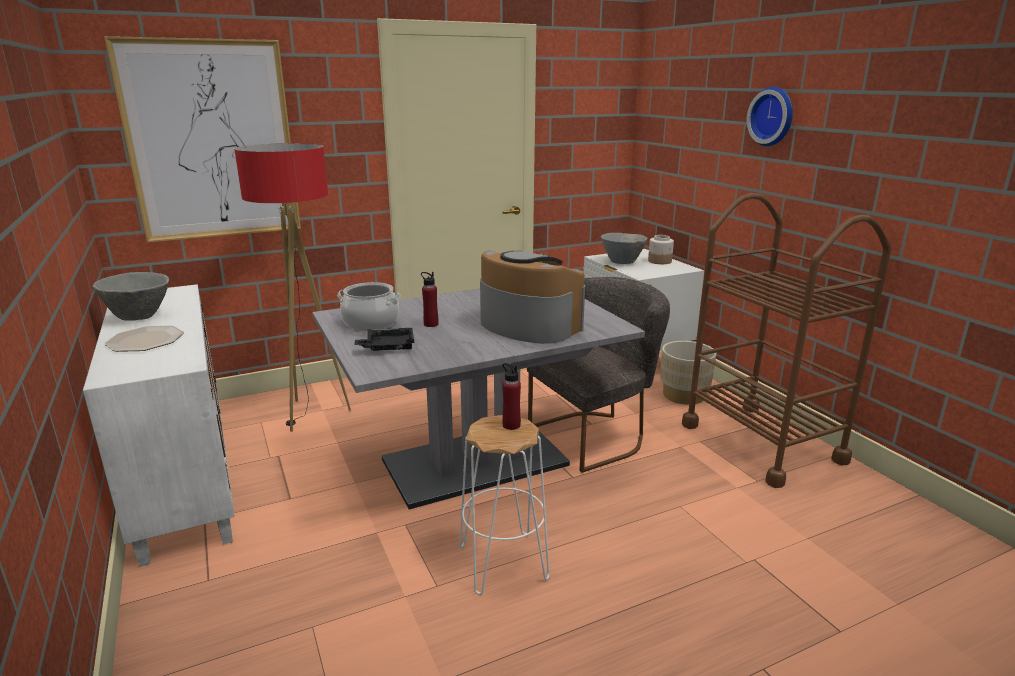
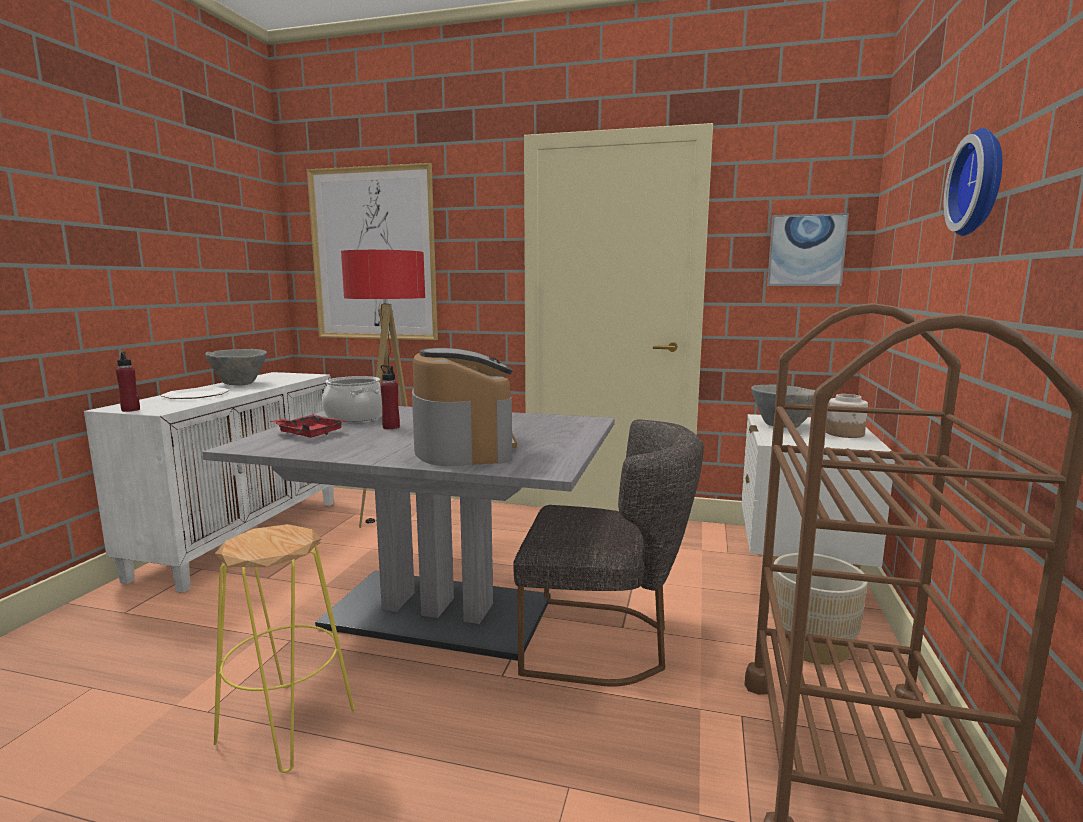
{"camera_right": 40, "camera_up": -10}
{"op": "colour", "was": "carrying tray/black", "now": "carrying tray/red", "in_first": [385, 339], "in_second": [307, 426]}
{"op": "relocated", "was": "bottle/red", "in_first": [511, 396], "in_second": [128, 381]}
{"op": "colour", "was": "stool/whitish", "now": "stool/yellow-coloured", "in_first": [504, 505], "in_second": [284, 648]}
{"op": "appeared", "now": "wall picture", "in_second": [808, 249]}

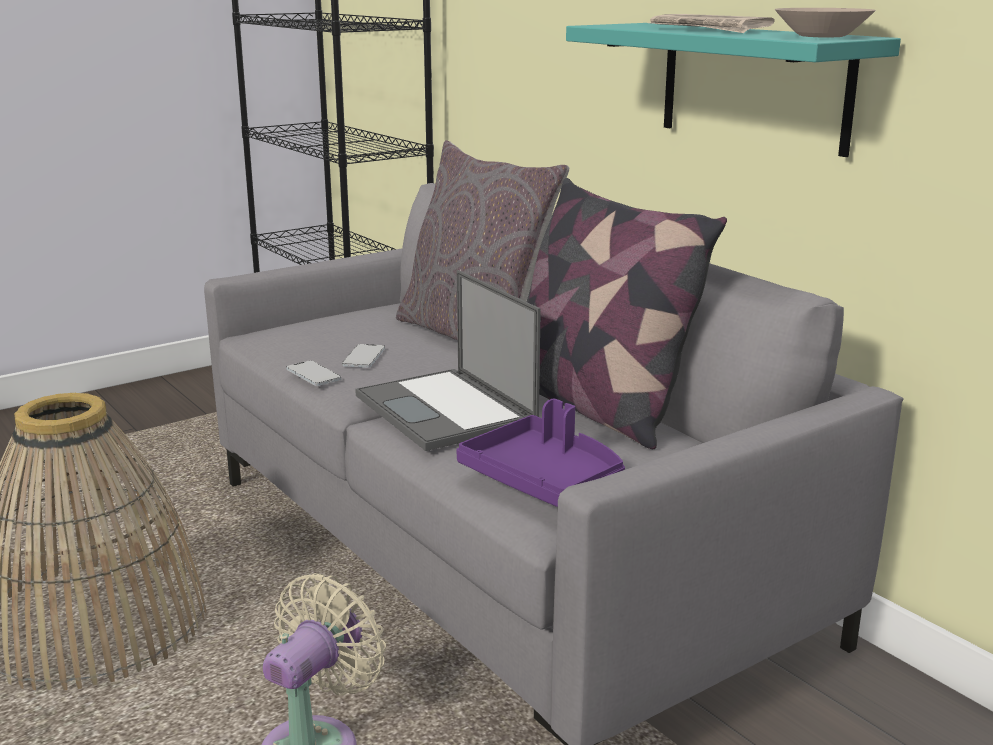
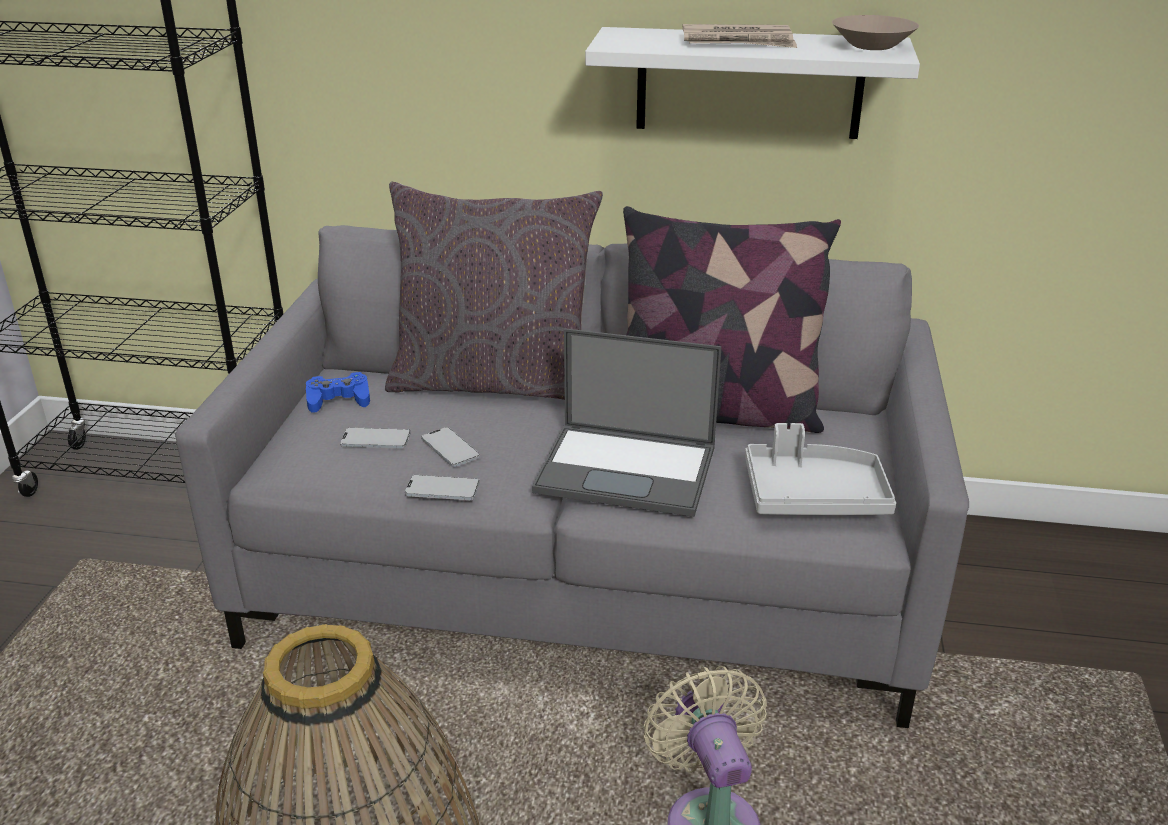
{"camera_right": -45, "camera_up": 10}
{"op": "colour", "was": "shelf/turquoise", "now": "shelf/whitish", "in_first": [733, 90], "in_second": [752, 83]}
{"op": "colour", "was": "carrying tray/purplish", "now": "carrying tray/grey", "in_first": [540, 453], "in_second": [820, 469]}
{"op": "appeared", "now": "joypad/blue-coloured", "in_second": [338, 392]}
{"op": "appeared", "now": "handset", "in_second": [375, 438]}

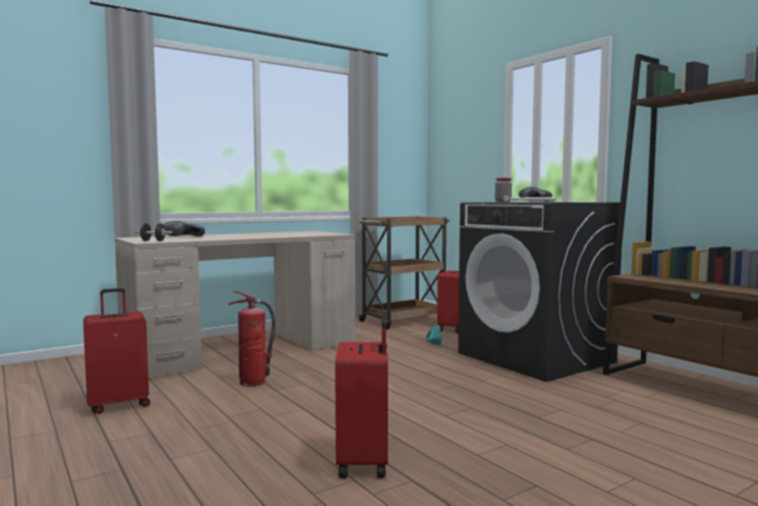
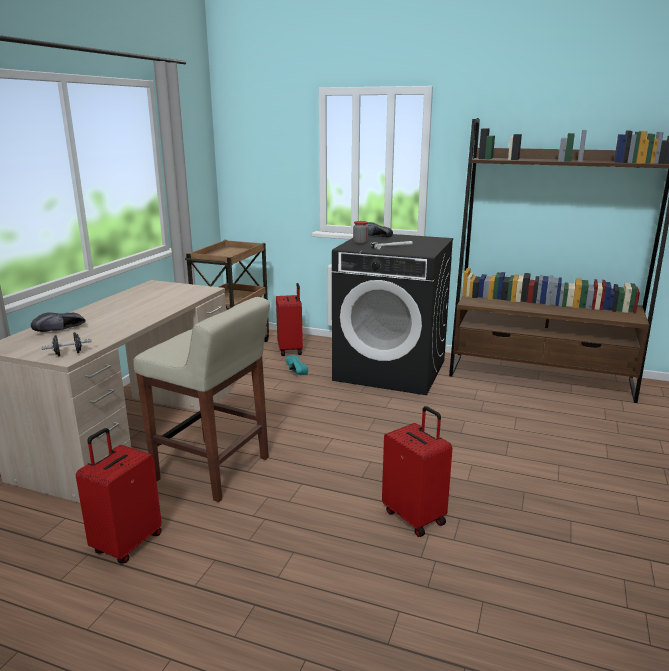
{"camera_right": -35, "camera_up": 15}
{"op": "exchanged", "was": "fire extinguisher", "now": "stool/sand-coloured", "in_first": [252, 339], "in_second": [201, 399]}

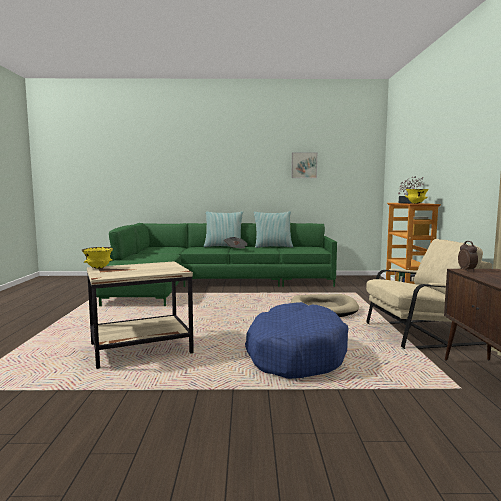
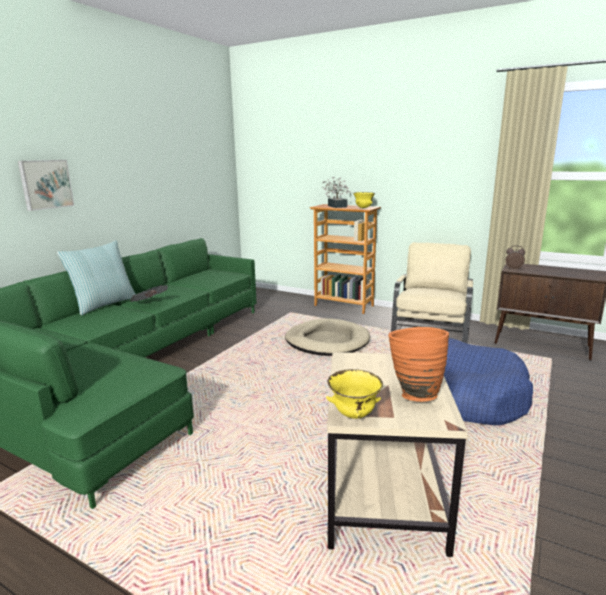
{"camera_right": -60, "camera_up": 10}
{"op": "relocated", "was": "wall picture", "in_first": [304, 165], "in_second": [46, 185]}
{"op": "missing", "was": "pillow", "in_first": [273, 229]}
{"op": "appeared", "now": "vase/orangey", "in_second": [418, 364]}

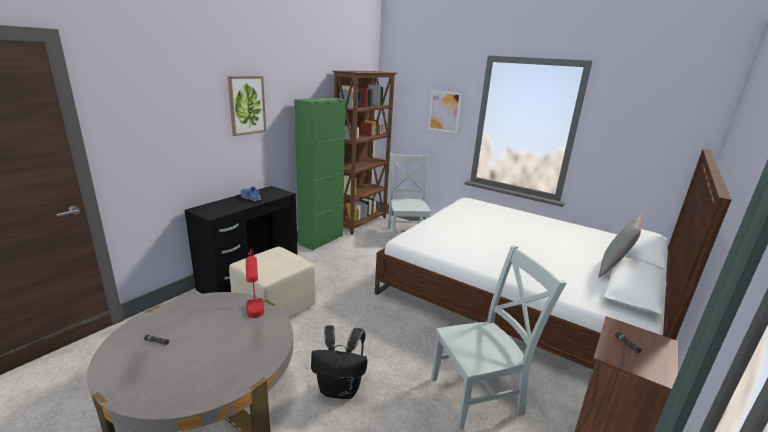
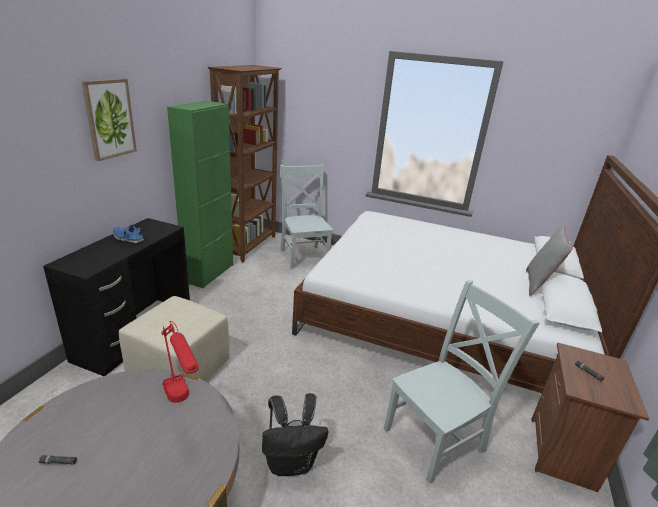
{"camera_right": -15, "camera_up": 5}
{"op": "missing", "was": "wall picture", "in_first": [445, 111]}

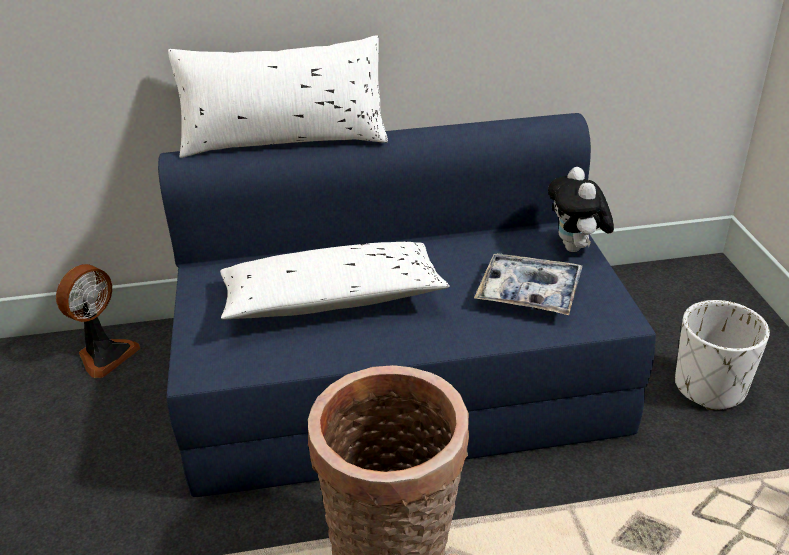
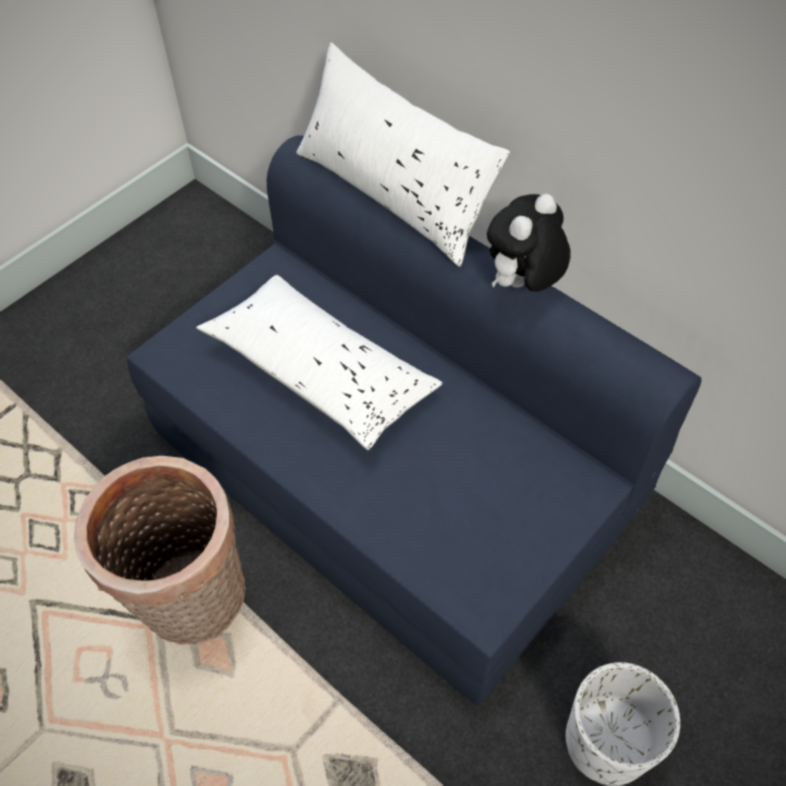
{"camera_right": 50, "camera_up": 20}
{"op": "relocated", "was": "plush toy", "in_first": [581, 209], "in_second": [528, 243]}
{"op": "missing", "was": "carrying tray", "in_first": [528, 284]}
{"op": "missing", "was": "fan", "in_first": [98, 321]}

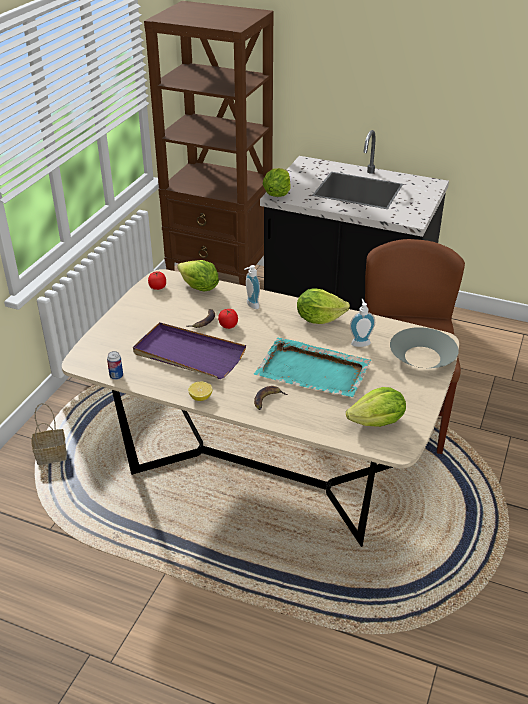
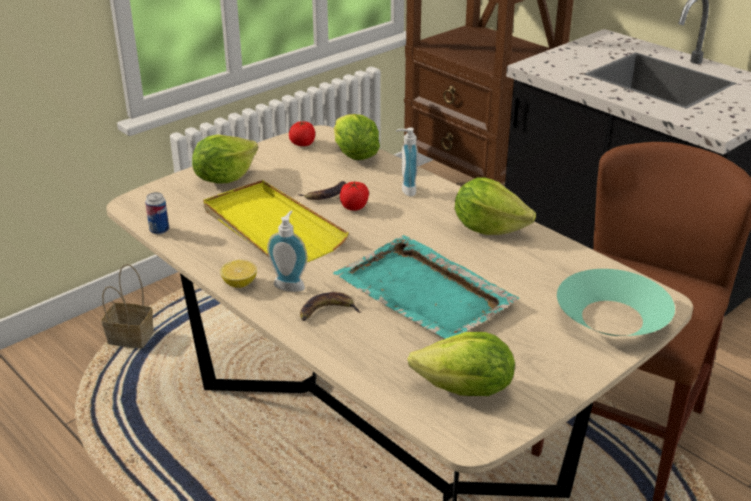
{"camera_right": 25, "camera_up": -5}
{"op": "relocated", "was": "lettuce", "in_first": [276, 182], "in_second": [225, 159]}
{"op": "relocated", "was": "liquid soap bottle", "in_first": [362, 323], "in_second": [287, 251]}
{"op": "colour", "was": "carrying tray/purplish", "now": "carrying tray/yellow-coloured", "in_first": [189, 350], "in_second": [276, 221]}
{"op": "colour", "was": "serving bowl/grey", "now": "serving bowl/turquoise", "in_first": [424, 347], "in_second": [616, 302]}

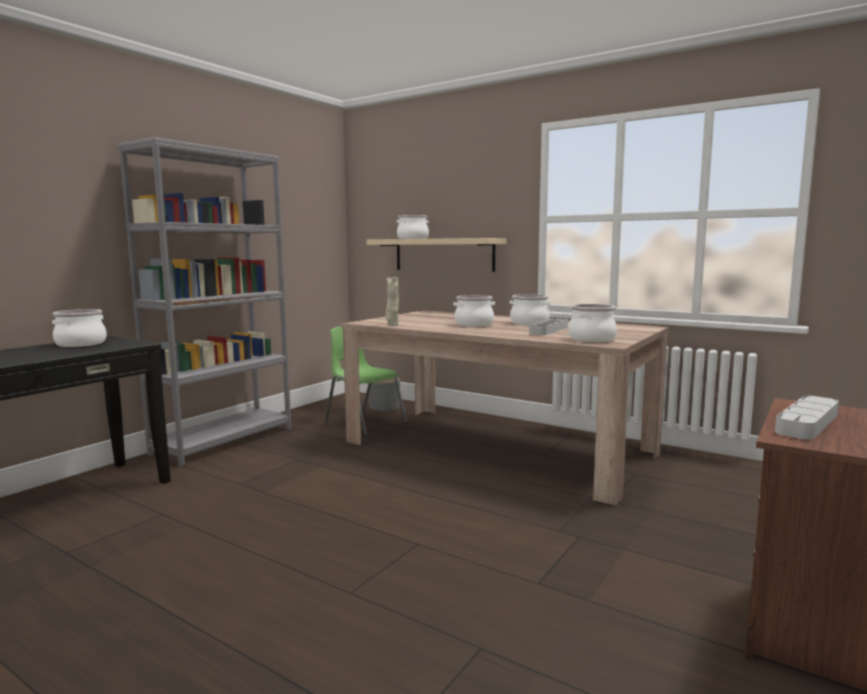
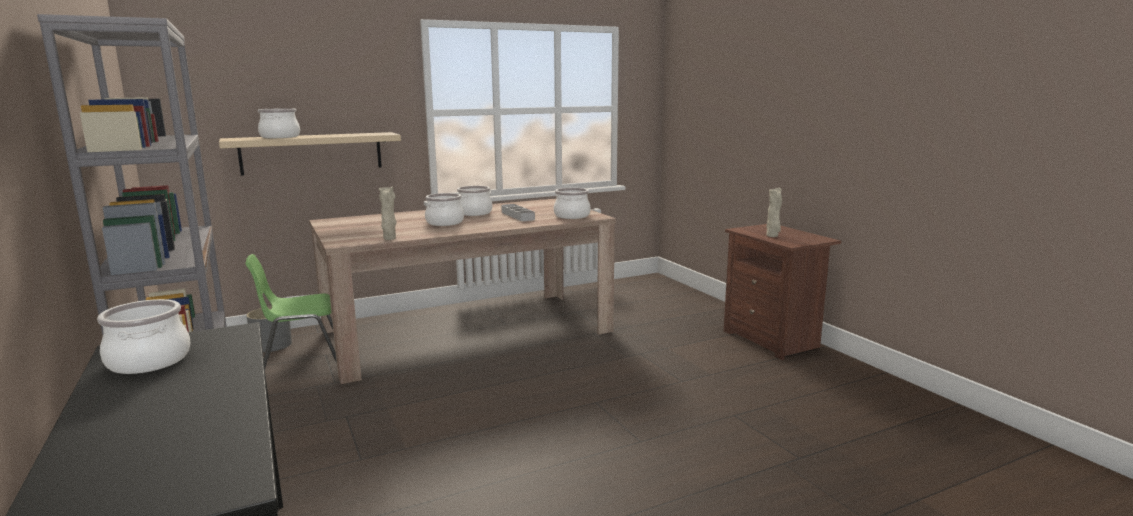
{"camera_right": -60, "camera_up": 5}
{"op": "exchanged", "was": "carrying tray/grey", "now": "vase/sand-coloured", "in_first": [807, 418], "in_second": [774, 212]}

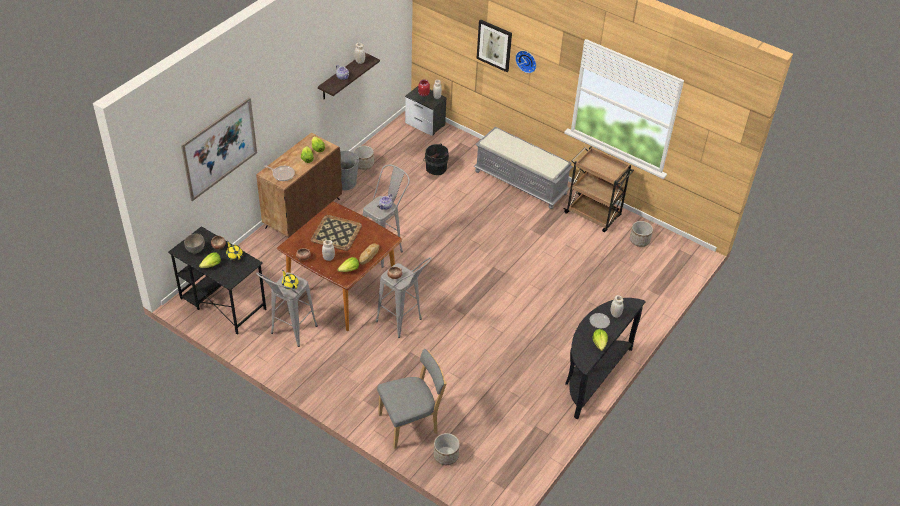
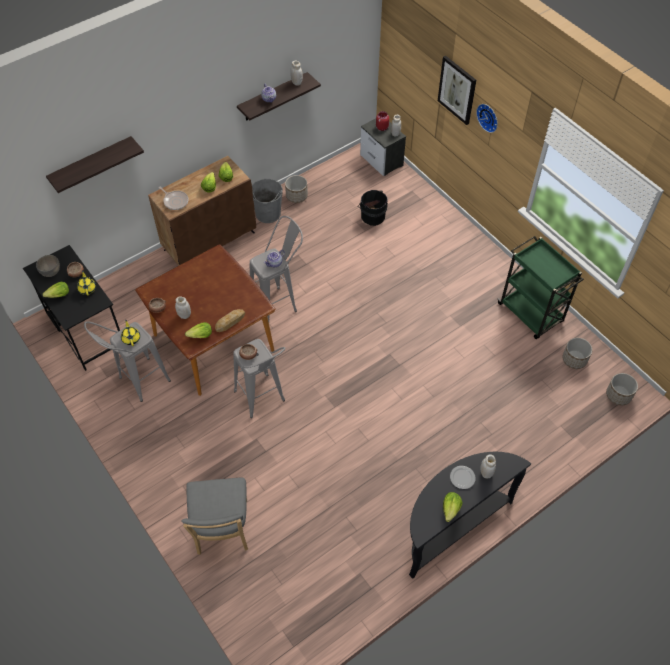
{"camera_right": 20, "camera_up": 10}
{"op": "exchanged", "was": "wall picture", "now": "shelf", "in_first": [219, 149], "in_second": [95, 164]}
{"op": "missing", "was": "bench/grey", "in_first": [523, 168]}
{"op": "colour", "was": "trolley/brown", "now": "trolley/green-coloured", "in_first": [598, 189], "in_second": [540, 287]}
{"op": "missing", "was": "carrying tray", "in_first": [336, 233]}
{"op": "spun", "was": "chair/grey", "in_first": [411, 399], "in_second": [214, 516], "clockwise": 90}
{"op": "relocated", "was": "planter", "in_first": [447, 449], "in_second": [622, 389]}

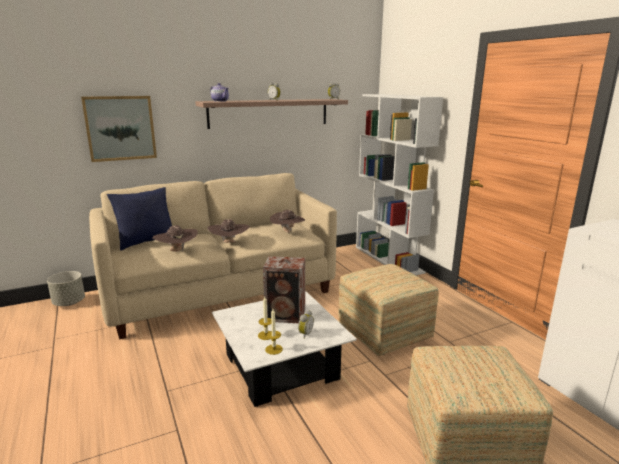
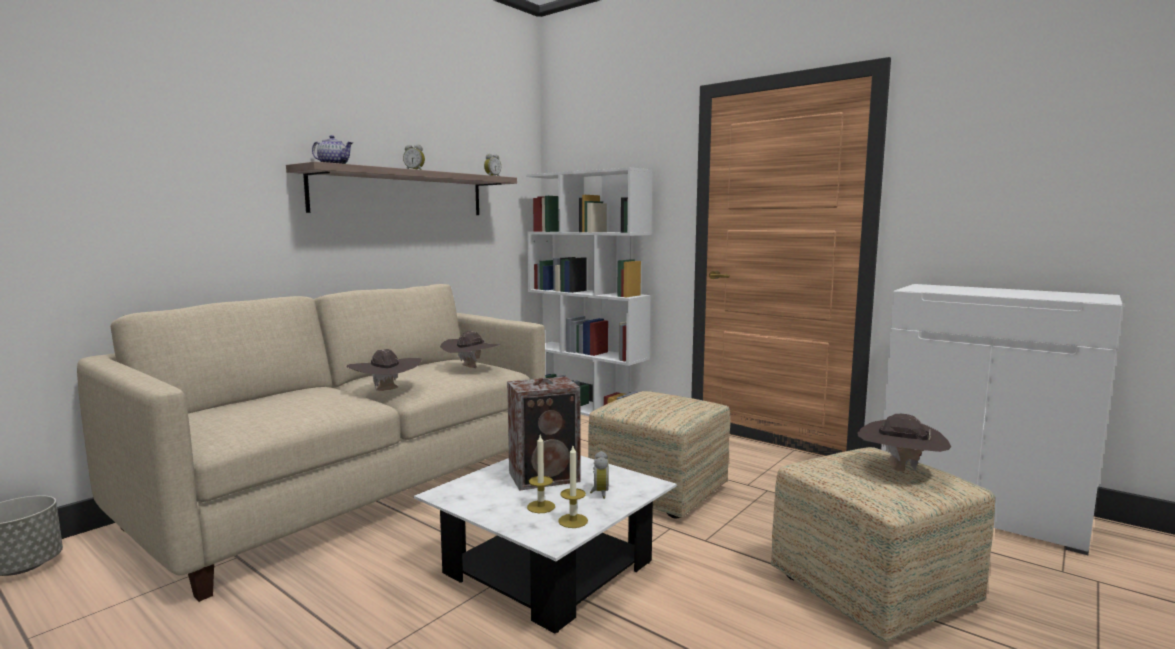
{"camera_right": -25, "camera_up": -10}
{"op": "missing", "was": "wall picture", "in_first": [119, 129]}
{"op": "missing", "was": "pillow/blue-coloured", "in_first": [139, 219]}
{"op": "relocated", "was": "hat/brown", "in_first": [175, 239], "in_second": [904, 443]}

